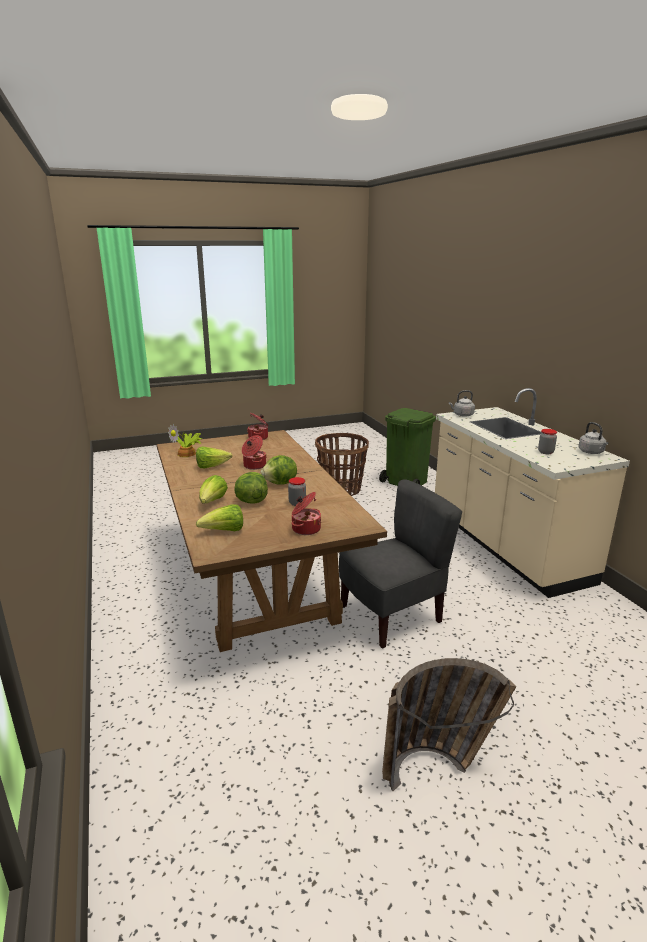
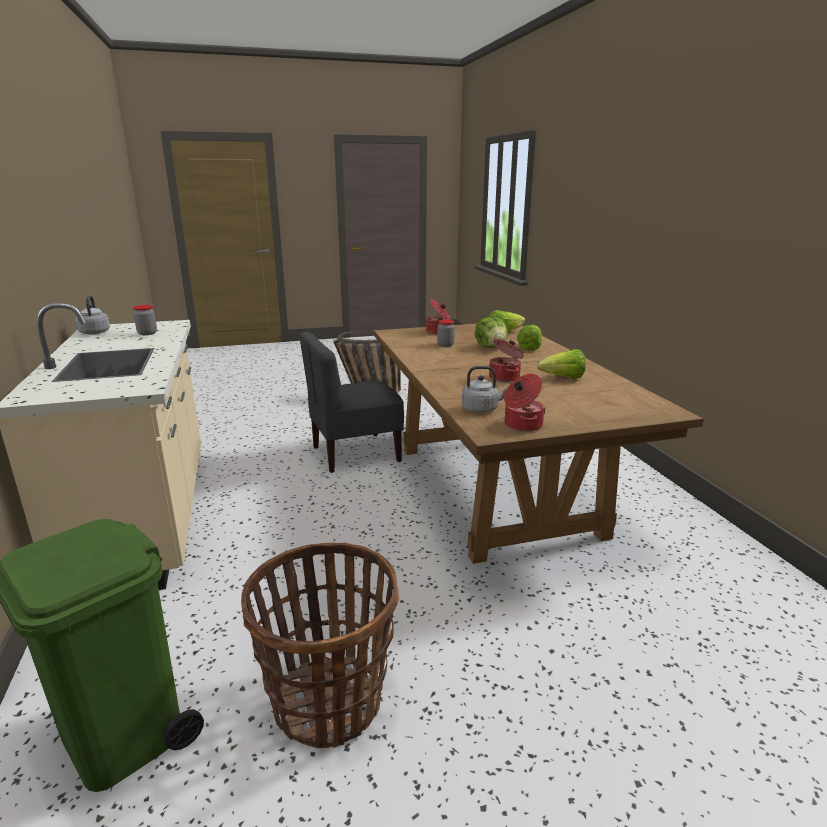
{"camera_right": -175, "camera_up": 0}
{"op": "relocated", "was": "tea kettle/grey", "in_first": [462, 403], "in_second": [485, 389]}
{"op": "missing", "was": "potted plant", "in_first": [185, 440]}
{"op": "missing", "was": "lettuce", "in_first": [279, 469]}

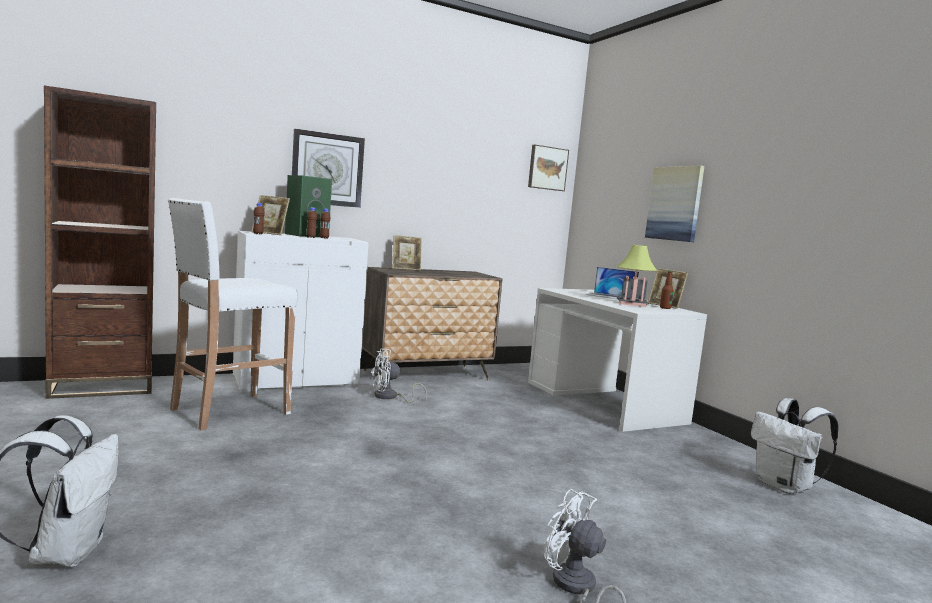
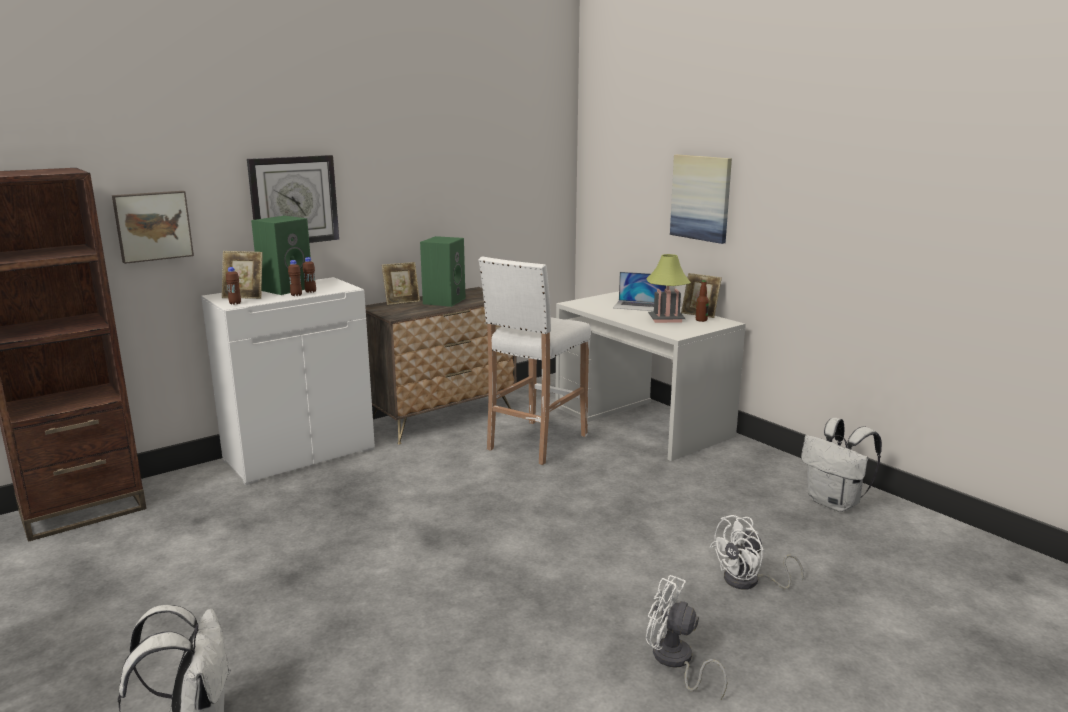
{"camera_right": -10, "camera_up": 10}
{"op": "relocated", "was": "wall picture", "in_first": [548, 168], "in_second": [153, 227]}
{"op": "relocated", "was": "stool/whitish", "in_first": [233, 314], "in_second": [535, 361]}
{"op": "relocated", "was": "fan/whitish", "in_first": [399, 376], "in_second": [756, 552]}
{"op": "appeared", "now": "audio speaker/green-coloured", "in_second": [443, 271]}

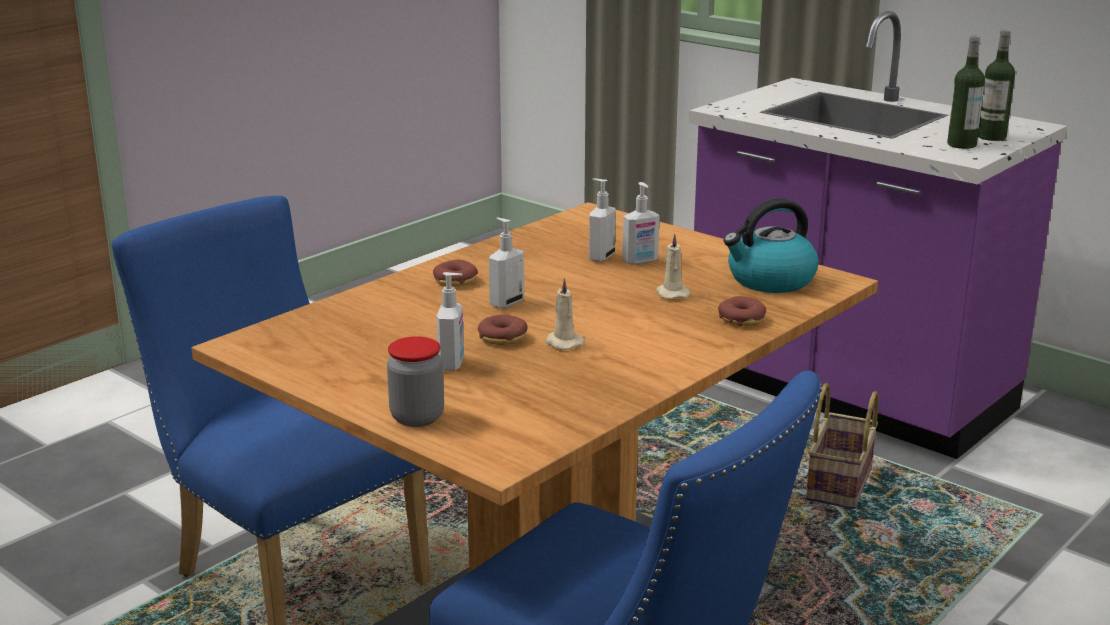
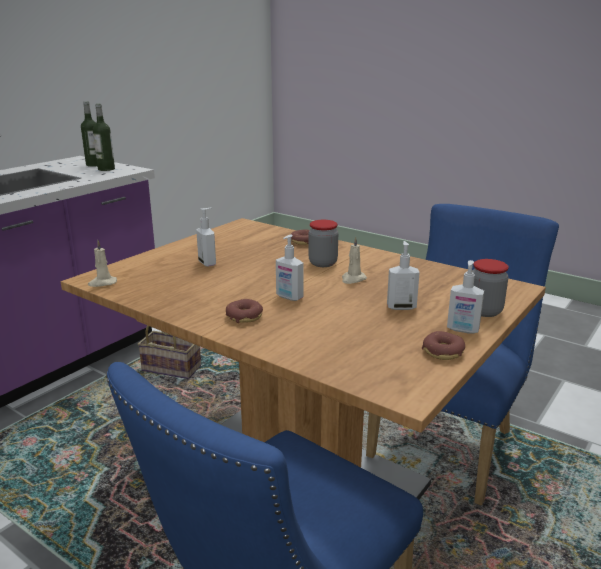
{"camera_right": -95, "camera_up": 0}
{"op": "relocated", "was": "liquid soap bottle", "in_first": [602, 220], "in_second": [465, 297]}
{"op": "missing", "was": "tea kettle", "in_first": [771, 245]}
{"op": "relocated", "was": "candle/sand-coloured", "in_first": [673, 266], "in_second": [102, 263]}
{"op": "relocated", "was": "doughnut", "in_first": [503, 330], "in_second": [443, 345]}
{"op": "appeared", "now": "jar", "in_second": [323, 243]}

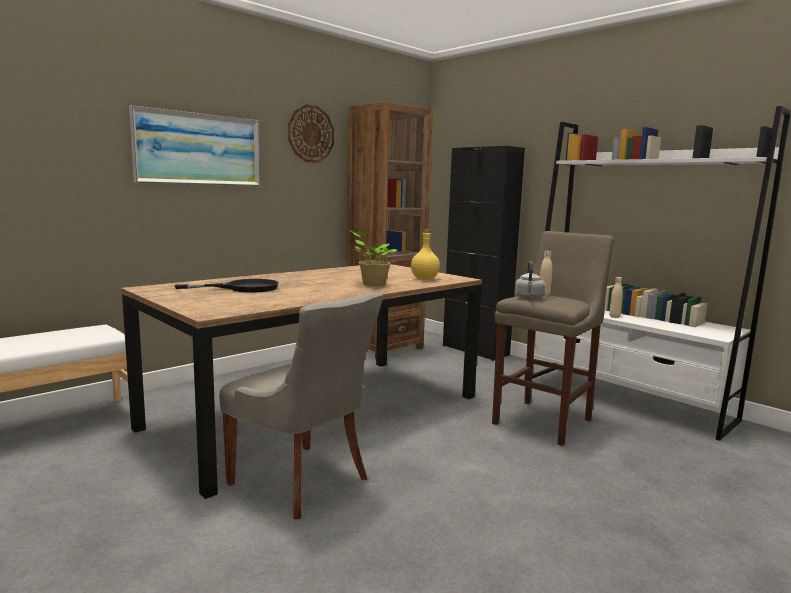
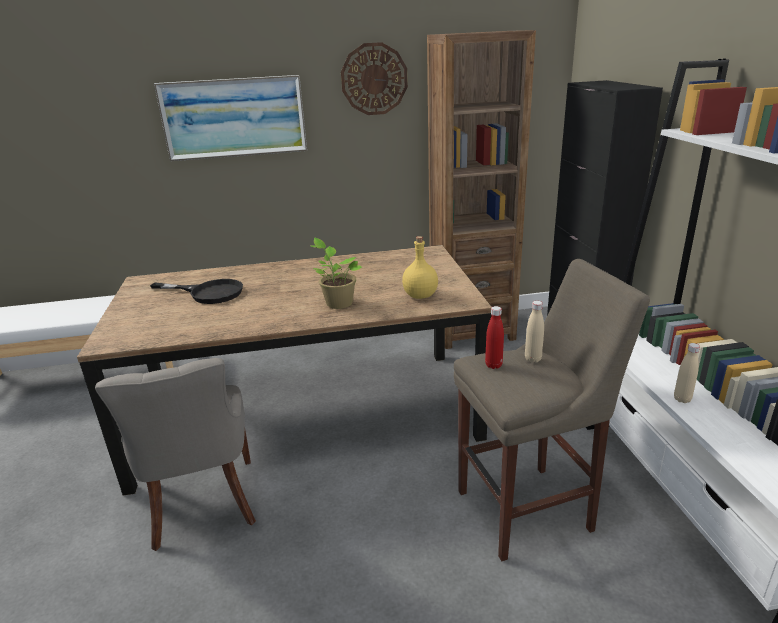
{"camera_right": 35, "camera_up": 15}
{"op": "exchanged", "was": "tea kettle/grey", "now": "bottle/red", "in_first": [530, 280], "in_second": [494, 337]}

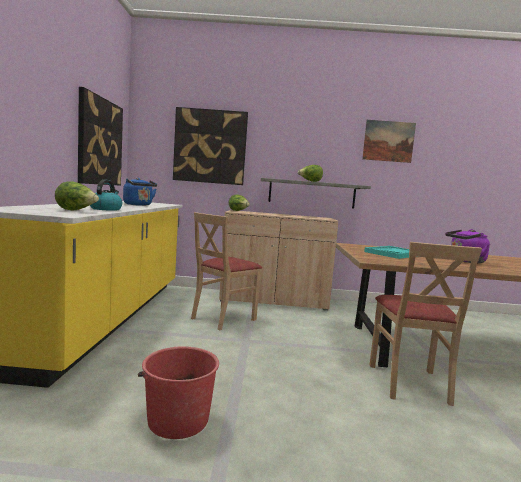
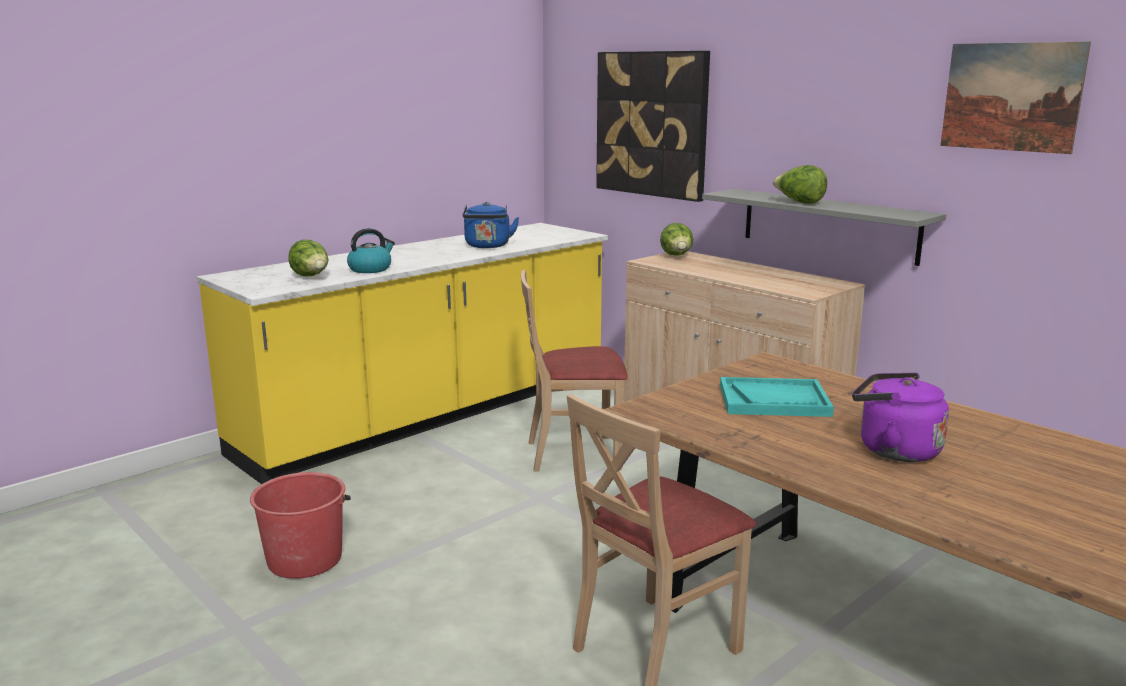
{"camera_right": 45, "camera_up": 10}
{"op": "missing", "was": "wall picture", "in_first": [100, 136]}

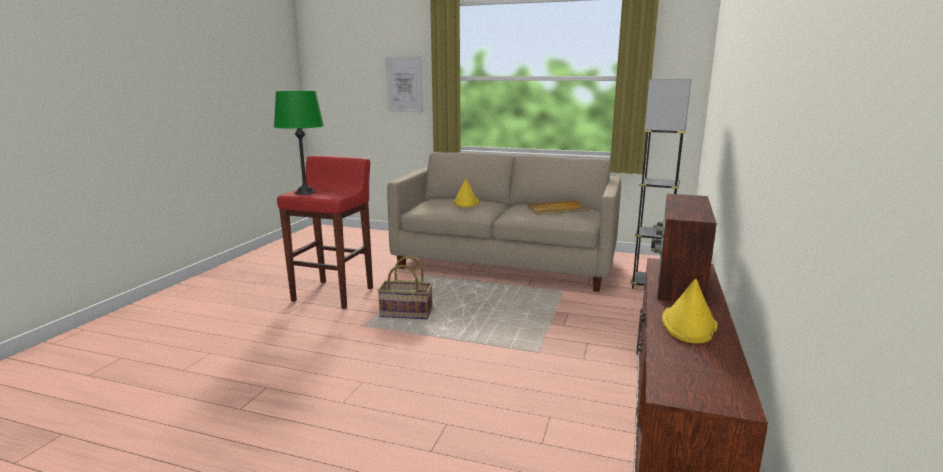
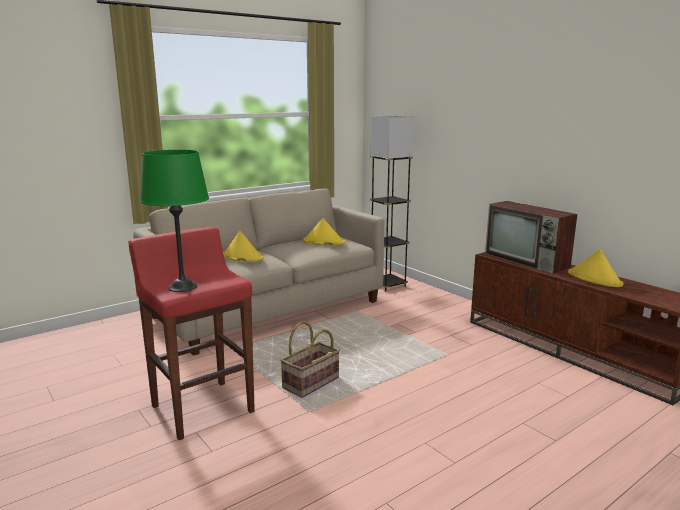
{"camera_right": -55, "camera_up": 0}
{"op": "missing", "was": "wall picture", "in_first": [404, 84]}
{"op": "exchanged", "was": "carrying tray/sand-coloured", "now": "hat/yellow-coloured", "in_first": [559, 208], "in_second": [324, 231]}

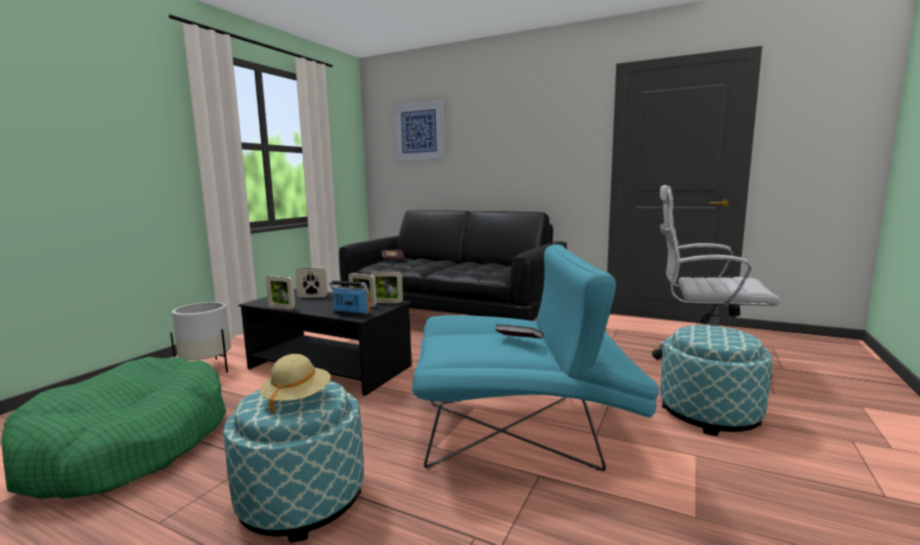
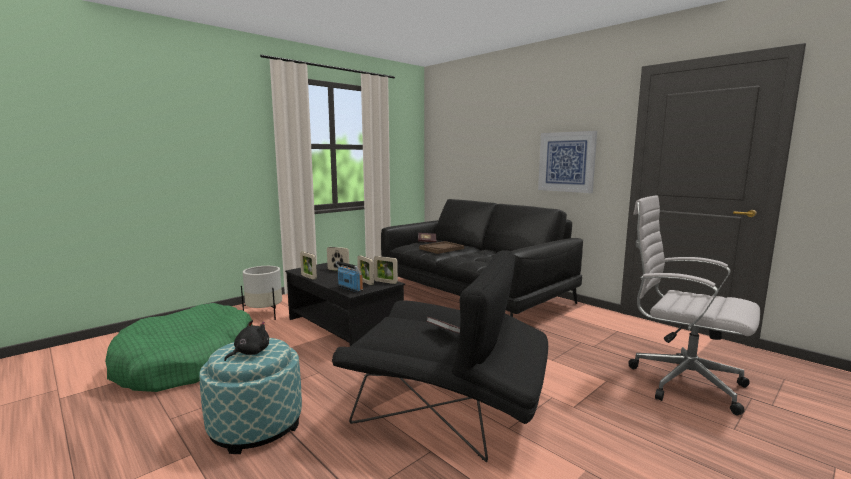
{"camera_right": 20, "camera_up": 0}
{"op": "relocated", "was": "wall picture", "in_first": [419, 130], "in_second": [567, 162]}
{"op": "colour", "was": "lounge chair/turquoise", "now": "lounge chair/black", "in_first": [535, 357], "in_second": [440, 356]}
{"op": "missing", "was": "ottoman", "in_first": [716, 380]}
{"op": "exchanged", "was": "hat/sand-coloured", "now": "plush toy/black", "in_first": [295, 384], "in_second": [246, 340]}
{"op": "appeared", "now": "carrying tray/brown", "in_second": [441, 247]}

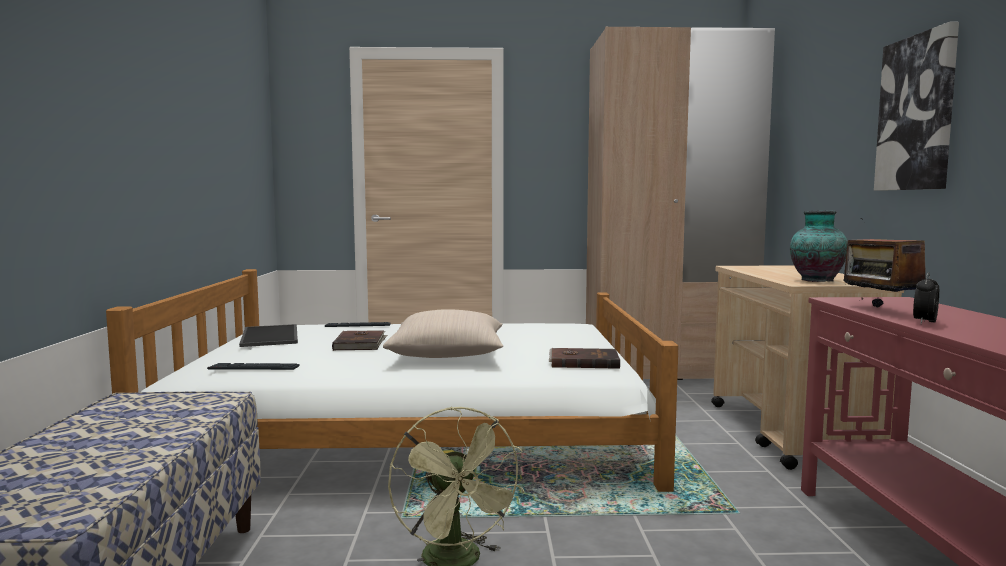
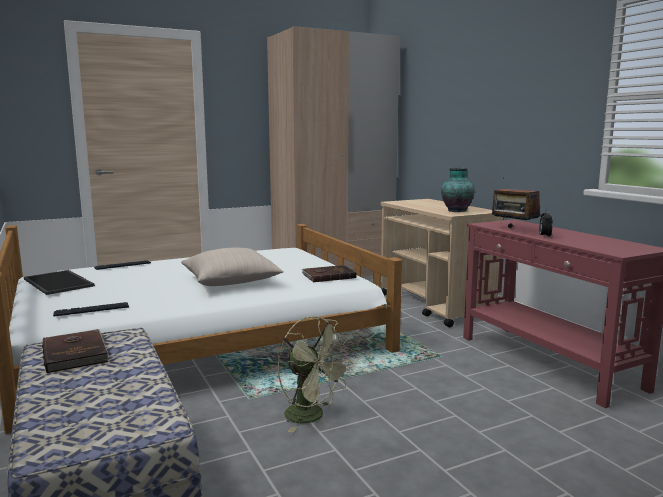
{"camera_right": -25, "camera_up": 5}
{"op": "missing", "was": "wall picture", "in_first": [916, 106]}
{"op": "relocated", "was": "book/brown", "in_first": [359, 340], "in_second": [75, 351]}

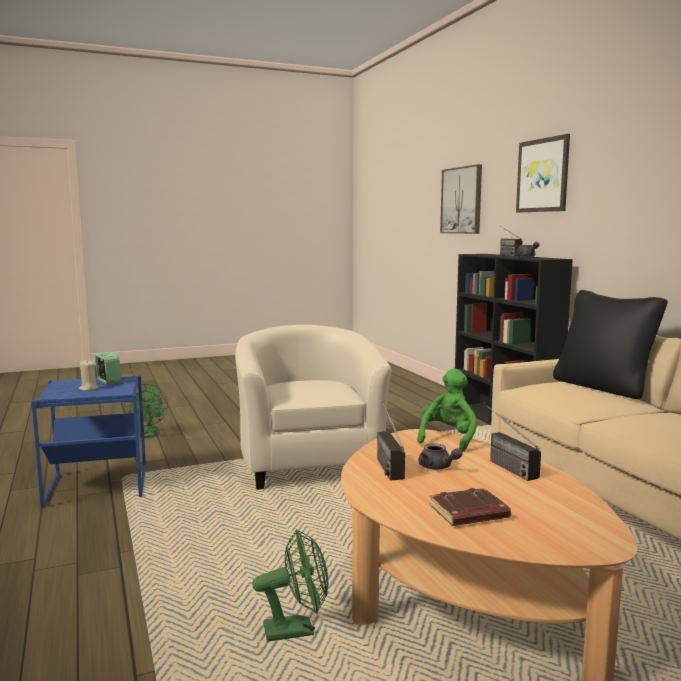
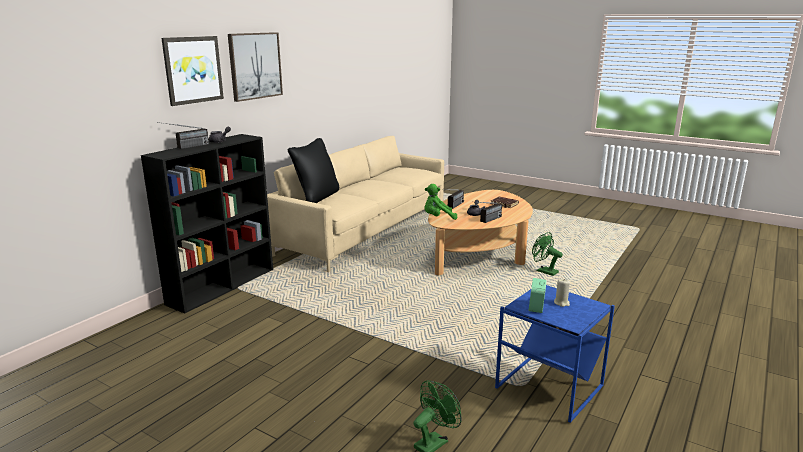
{"camera_right": -125, "camera_up": 10}
{"op": "relocated", "was": "wall picture", "in_first": [461, 199], "in_second": [255, 67]}
{"op": "missing", "was": "lounge chair/sand-coloured", "in_first": [313, 407]}

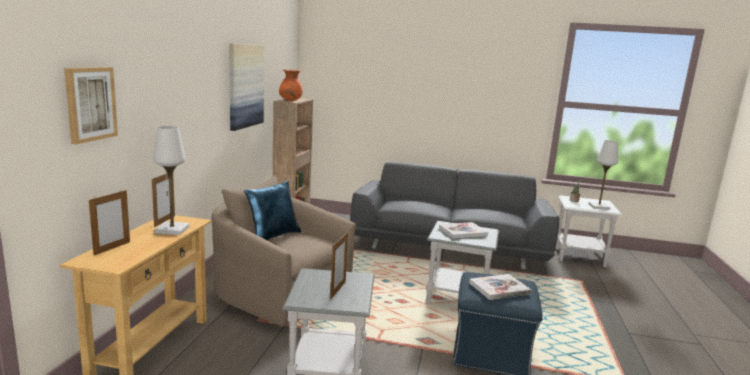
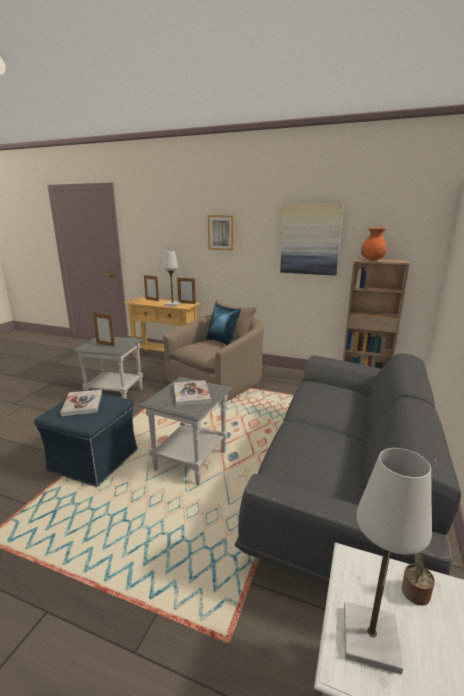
{"camera_right": 100, "camera_up": 5}
{"op": "relocated", "was": "wall picture", "in_first": [91, 105], "in_second": [221, 233]}

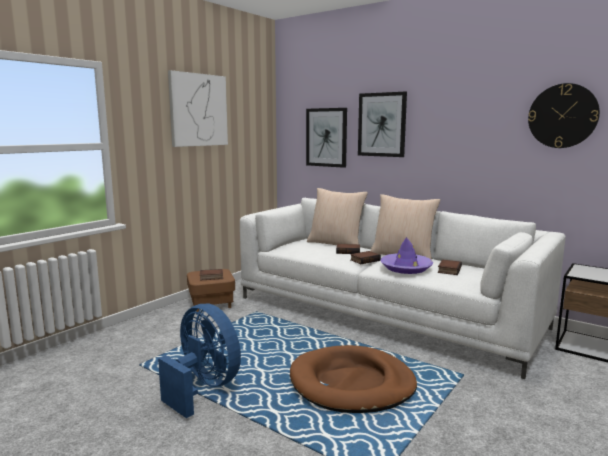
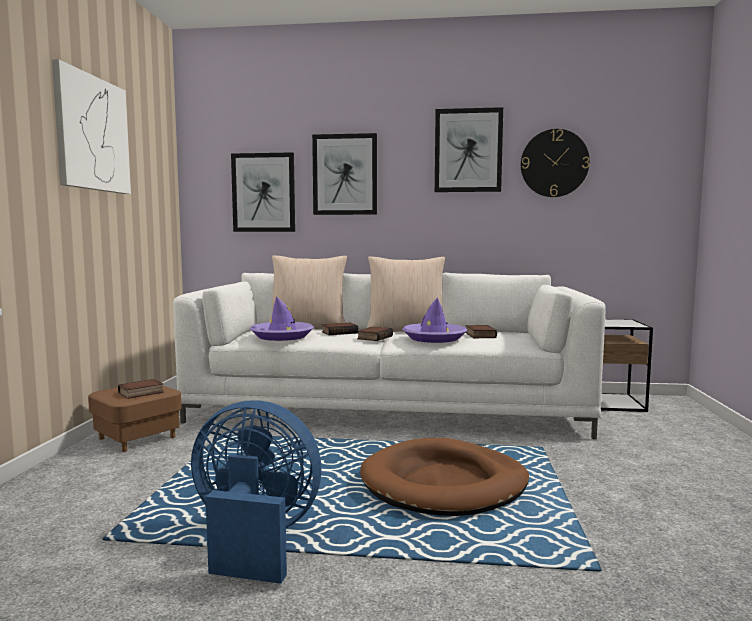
{"camera_right": -30, "camera_up": -5}
{"op": "appeared", "now": "wall picture", "in_second": [469, 149]}
{"op": "appeared", "now": "hat/purplish", "in_second": [281, 318]}

